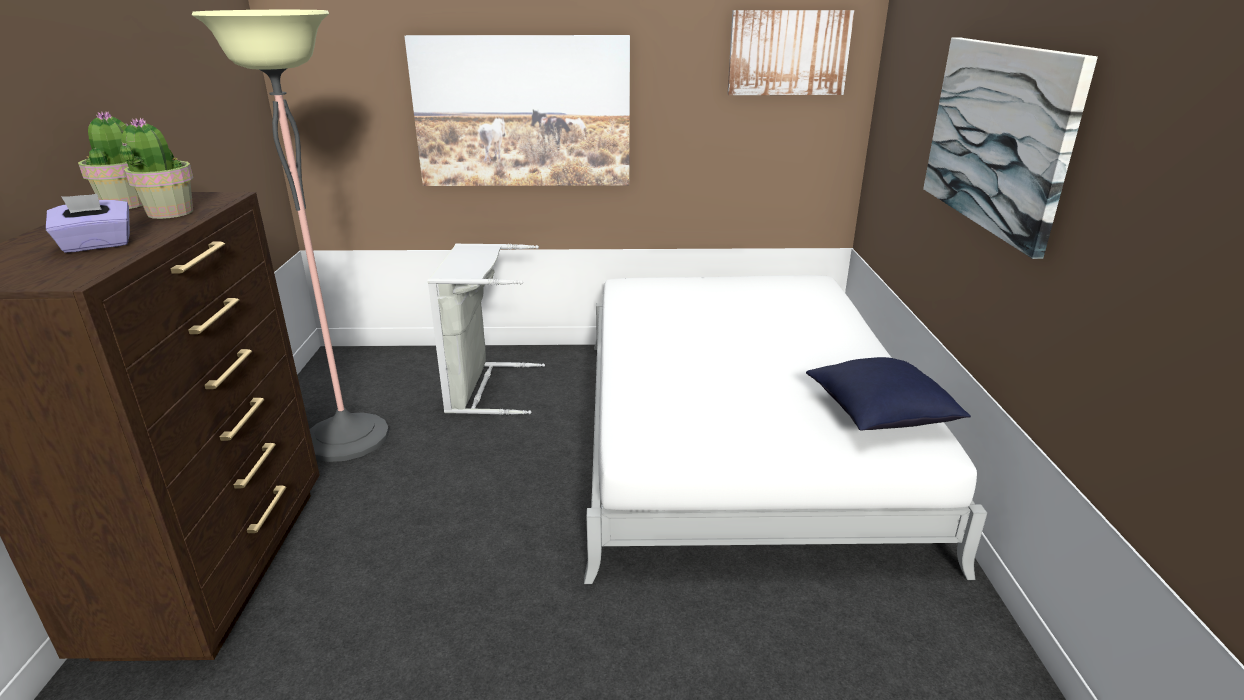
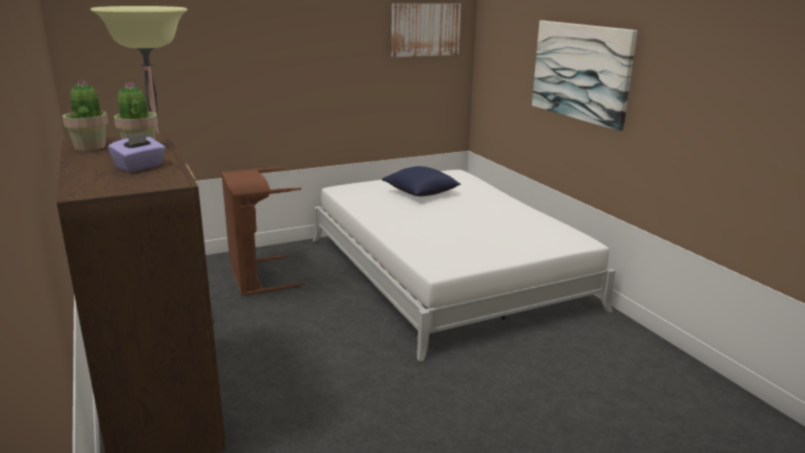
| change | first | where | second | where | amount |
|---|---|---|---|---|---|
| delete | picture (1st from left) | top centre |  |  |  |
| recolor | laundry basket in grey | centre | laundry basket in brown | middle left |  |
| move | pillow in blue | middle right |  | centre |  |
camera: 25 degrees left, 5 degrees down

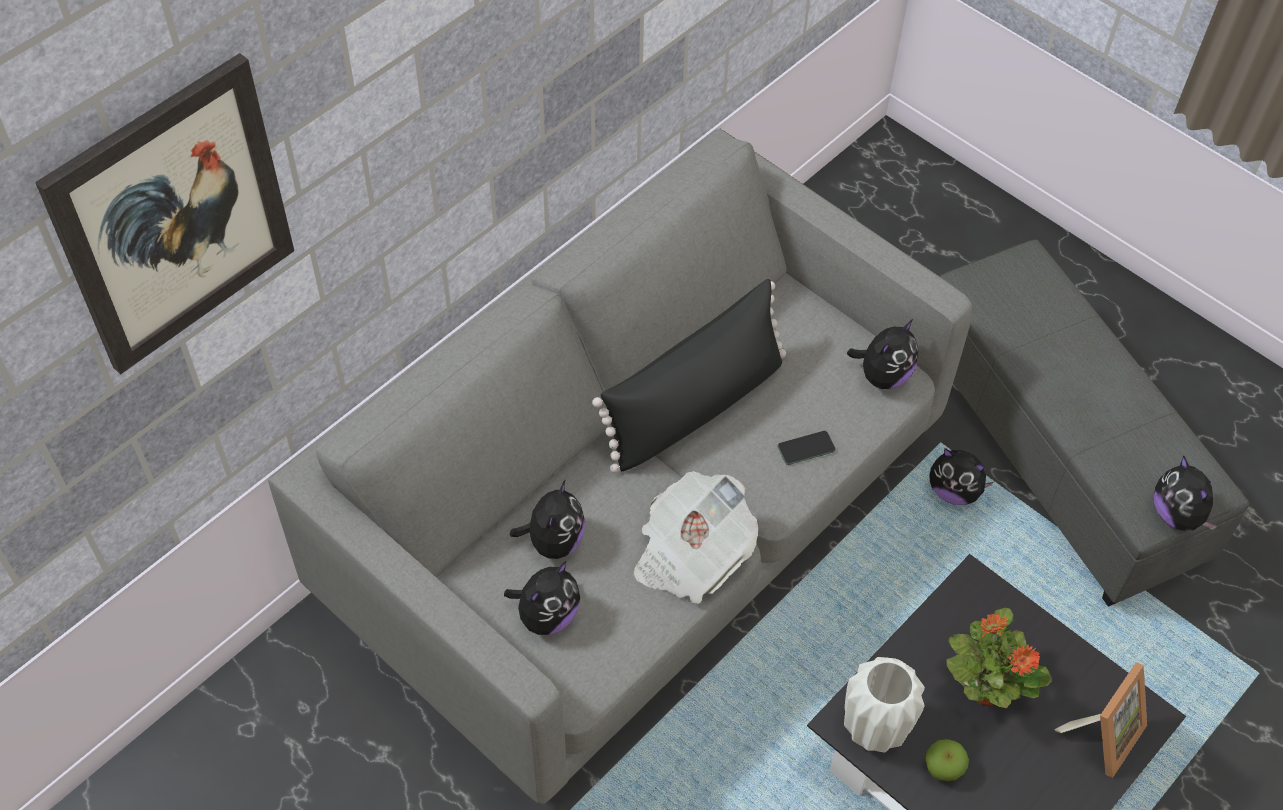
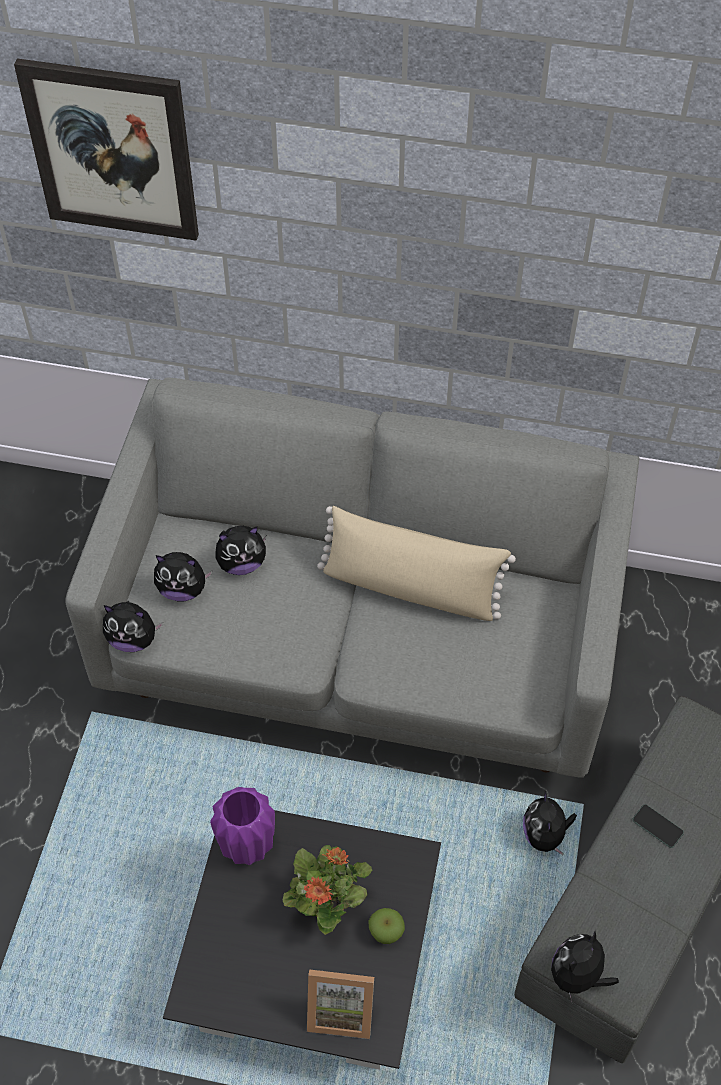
| change | first | where | second | where | amount |
|---|---|---|---|---|---|
| recolor | pillow in black | centre | pillow in beige | centre |  |
| move | plush toy (3rd from left in the first image) | middle right | plush toy (1st from left) | middle left |  |
| move | phone | centre |  | bottom right |  |
| delete | newspaper | centre |  |  |  |
| recolor | vase in white | bottom right | vase in purple | bottom centre |  |
| move | apple | bottom right |  | bottom centre |  |
camera: 60 degrees right, 0 degrees up

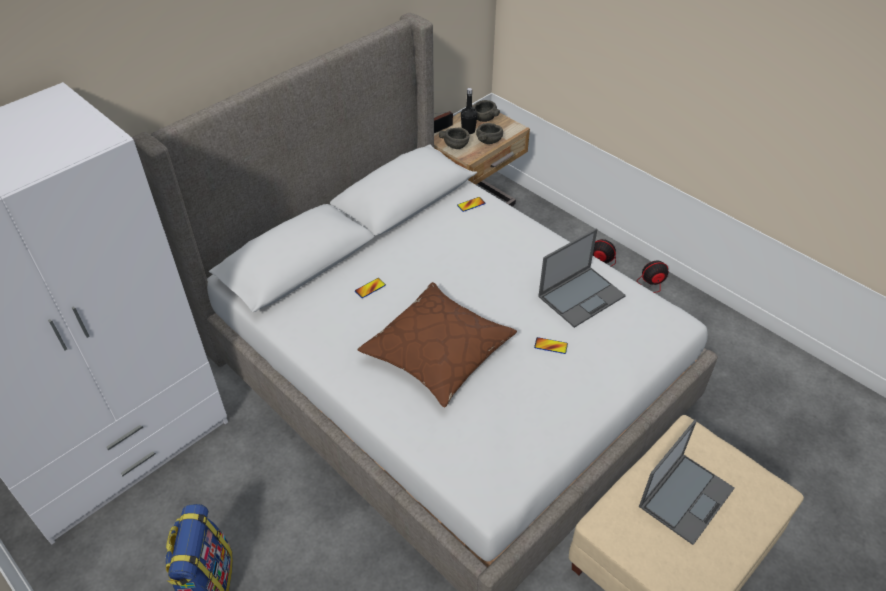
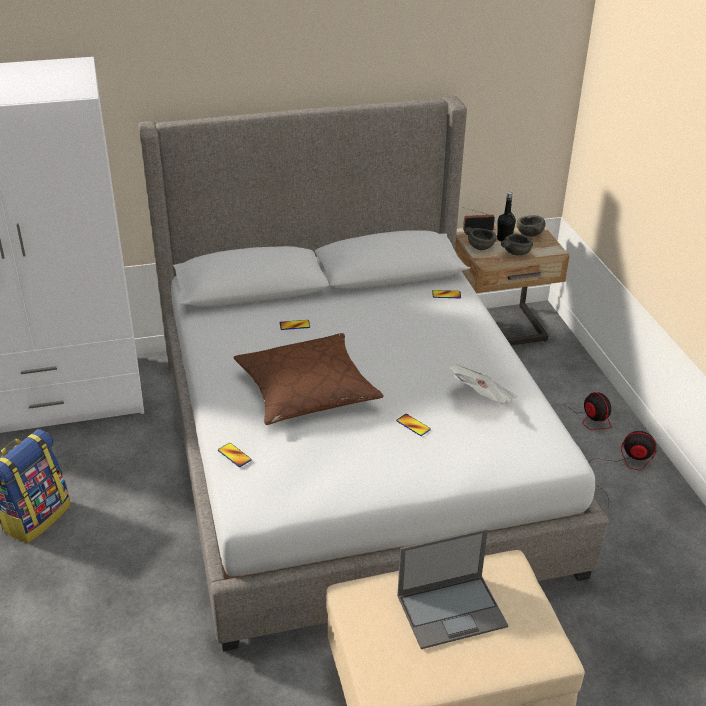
| change | first | where | second | where | amount |
|---|---|---|---|---|---|
| replace | laptop (1st from left) | centre | newspaper | middle right |  |
| insert |  |  | phone (1st from left) | middle left |  |
camera: 30 degrees right, 10 degrees down

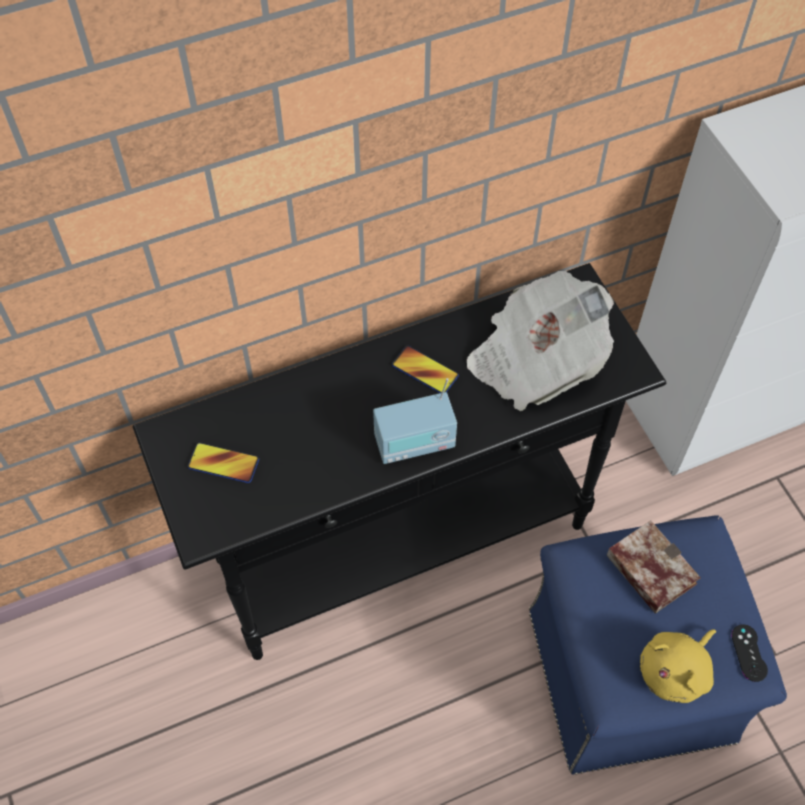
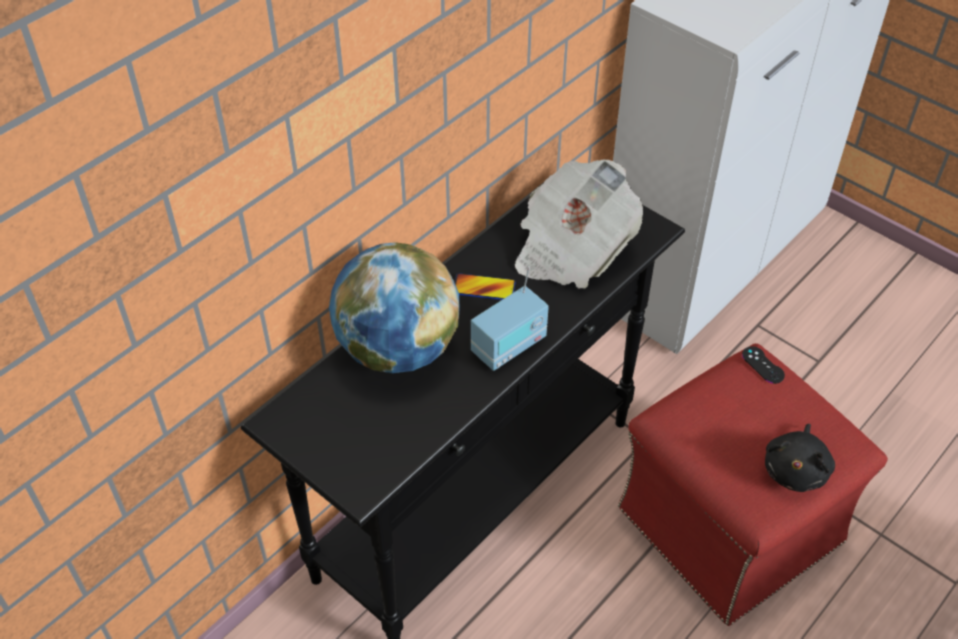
| change | first | where | second | where | amount |
|---|---|---|---|---|---|
| delete | phone (1st from left) | middle left |  |  |  |
| recolor | ottoman in blue | bottom right | ottoman in red | bottom right |  |
| delete | book | bottom right |  |  |  |
| move | game controller in black | bottom right |  | middle right |  |
| recolor | plush toy in yellow | bottom right | plush toy in black | bottom right |  |
| insert |  |  | globe | centre |  |
camera: 25 degrees left, 10 degrees down

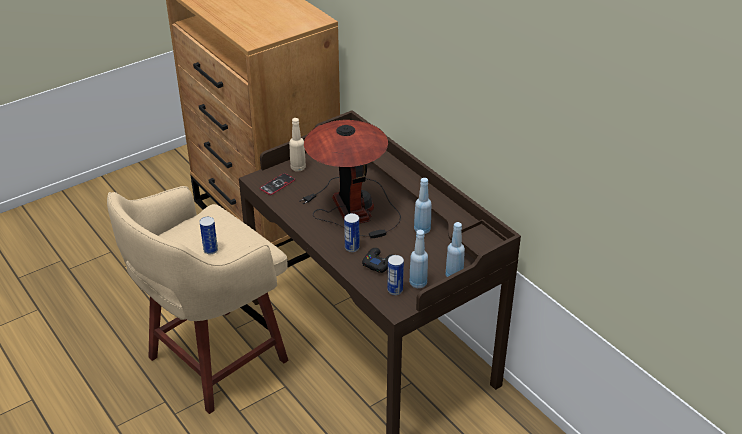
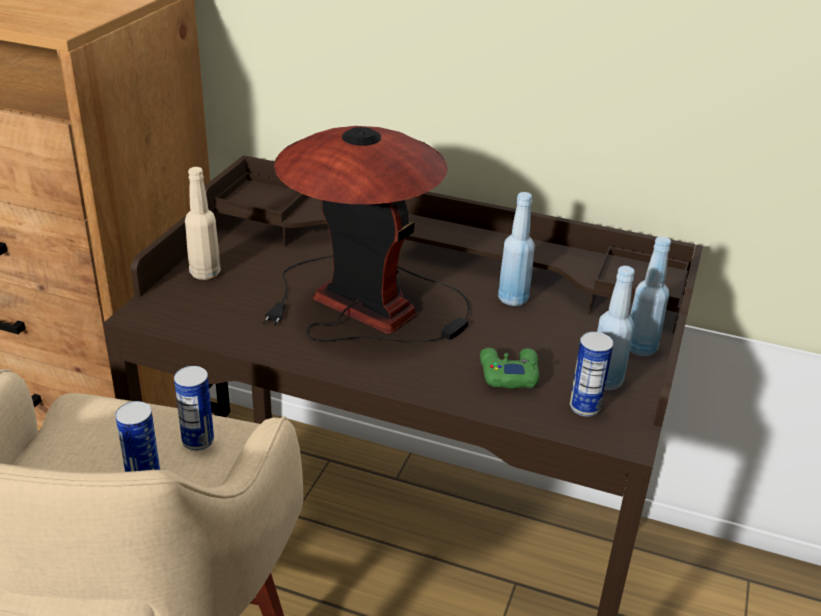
| change | first | where | second | where | amount |
|---|---|---|---|---|---|
| delete | phone | centre |  |  |  |
| move | can (2nd from left) | centre |  | middle left |  |
| recolor | game controller in black | centre | game controller in green | centre |  |
camera: 35 degrees left, 5 degrees down

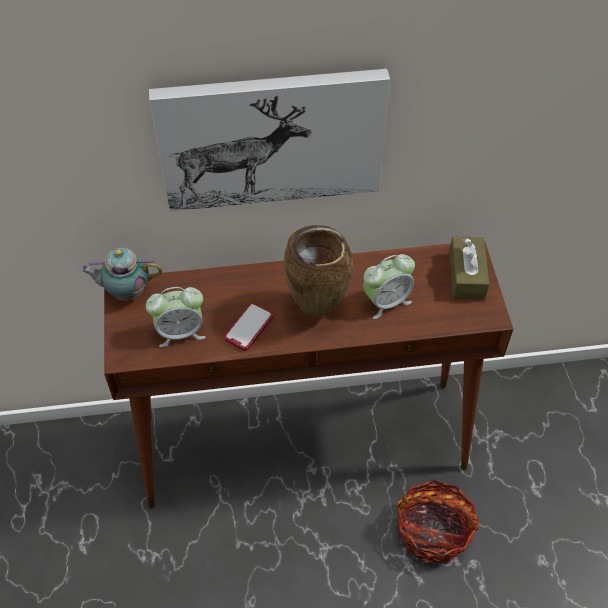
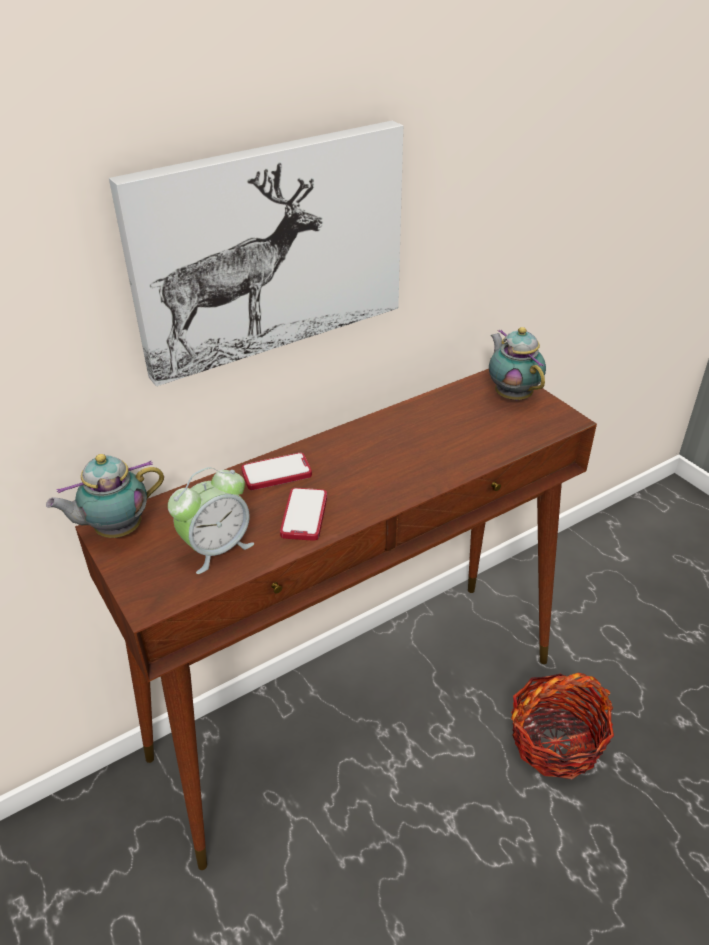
| change | first | where | second | where | amount |
|---|---|---|---|---|---|
| delete | vase in brown | centre |  |  |  |
| replace | tissue box in brown | middle right | teapot (2nd from left) | middle right |  |
| delete | alarm clock (2nd from left) | centre |  |  |  |
| insert |  |  | phone (1st from left) | centre |  |
camera: 25 degrees left, 15 degrees down

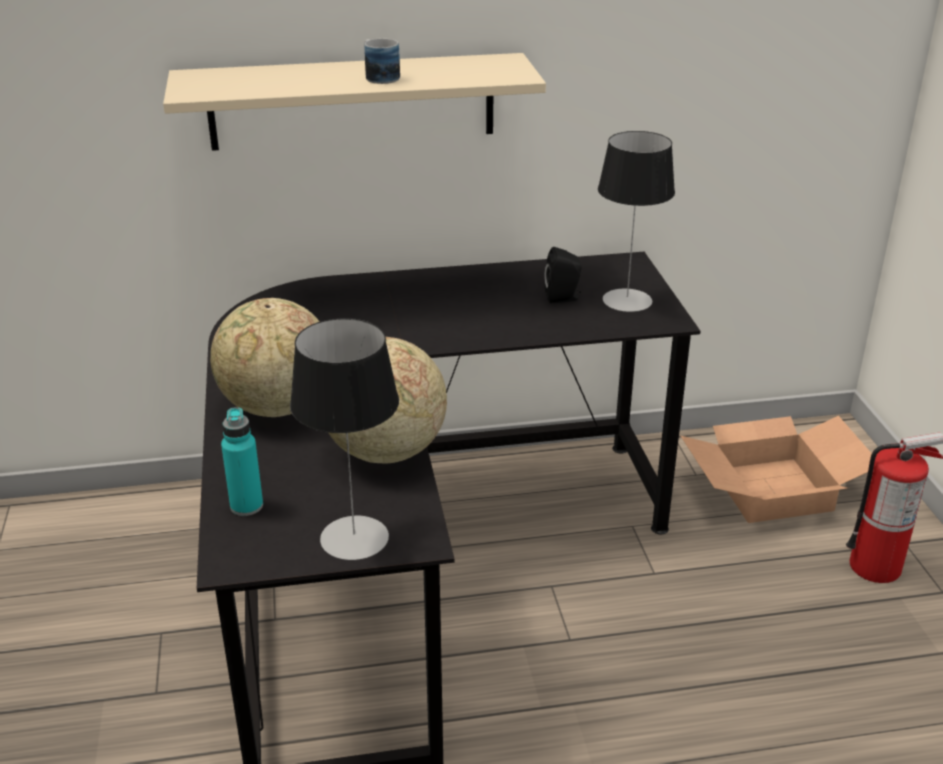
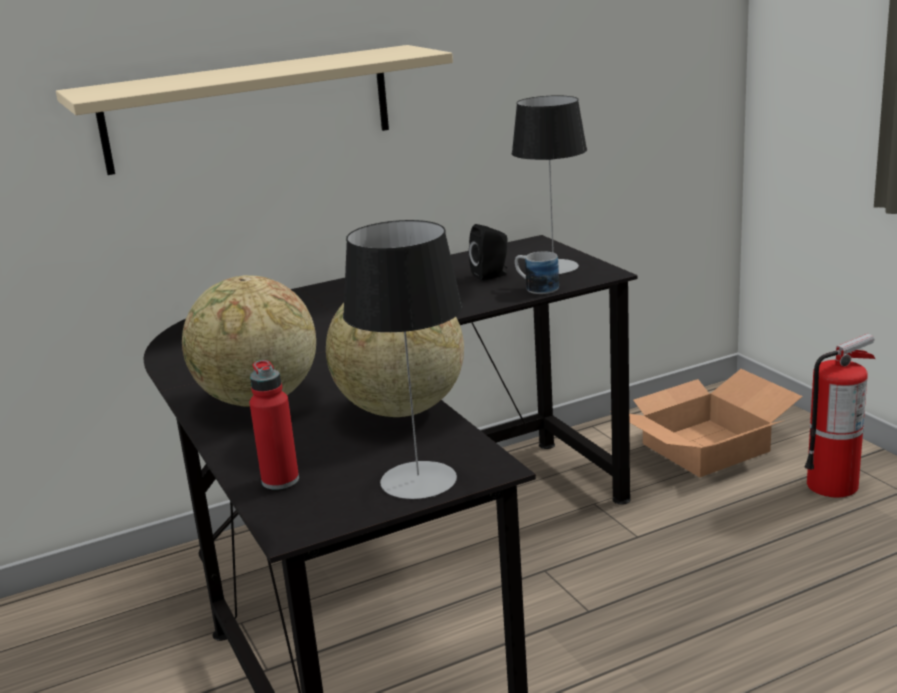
| change | first | where | second | where | amount |
|---|---|---|---|---|---|
| move | mug | top centre |  | centre |  |
| recolor | bottle in turquoise | middle left | bottle in red | middle left |  |
camera: 15 degrees left, 10 degrees down

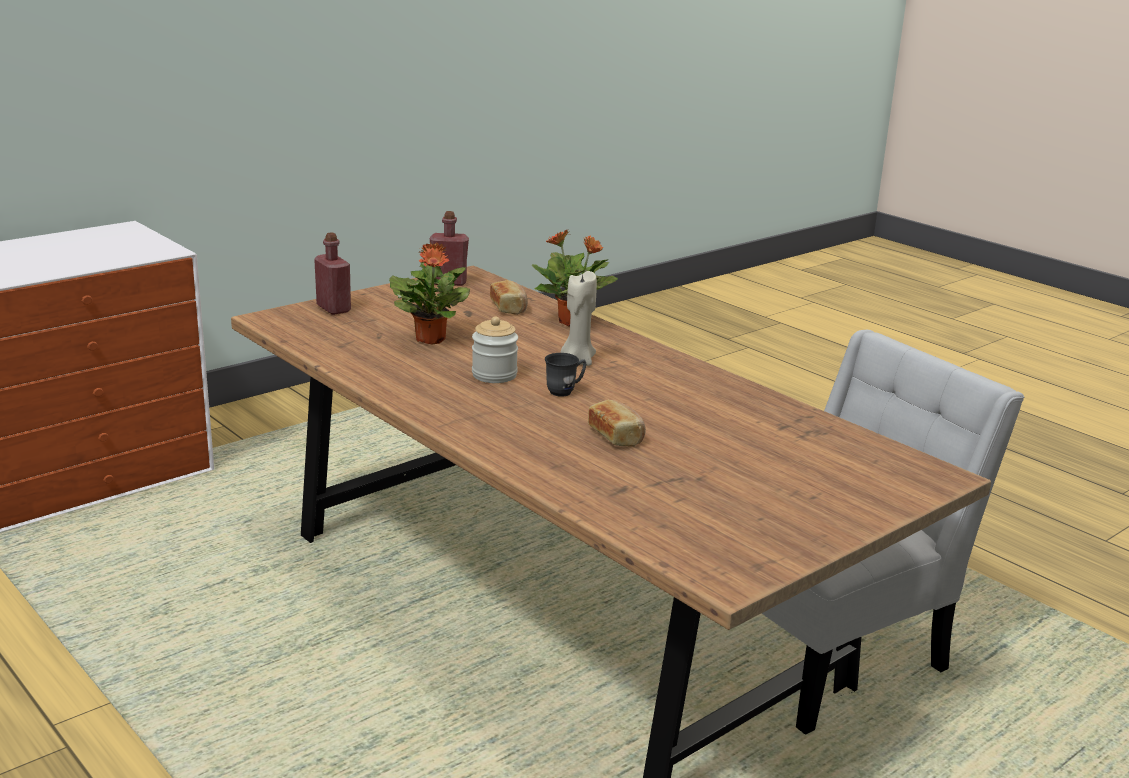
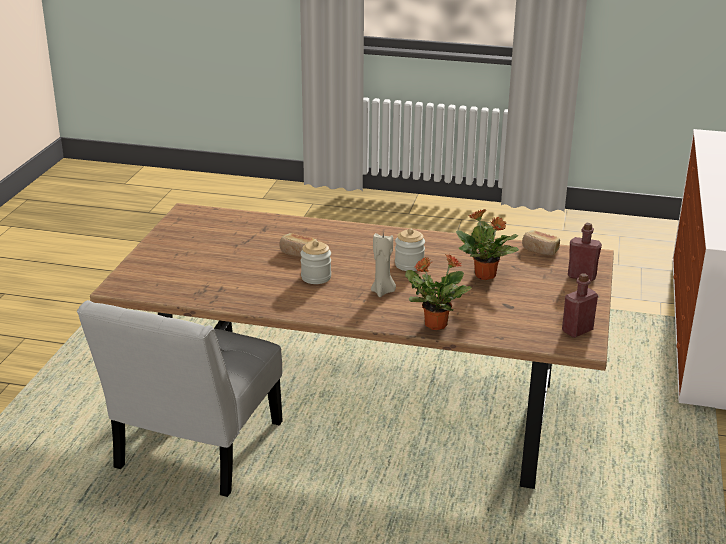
| change | first | where | second | where | amount |
|---|---|---|---|---|---|
| move | bread (1st from left in the first image) | centre | bread (2nd from left) | middle right |  |
| delete | mug in grey | centre |  |  |  |
| insert |  |  | jar (1st from left) | centre |  |
camera: 145 degrees right, 5 degrees up

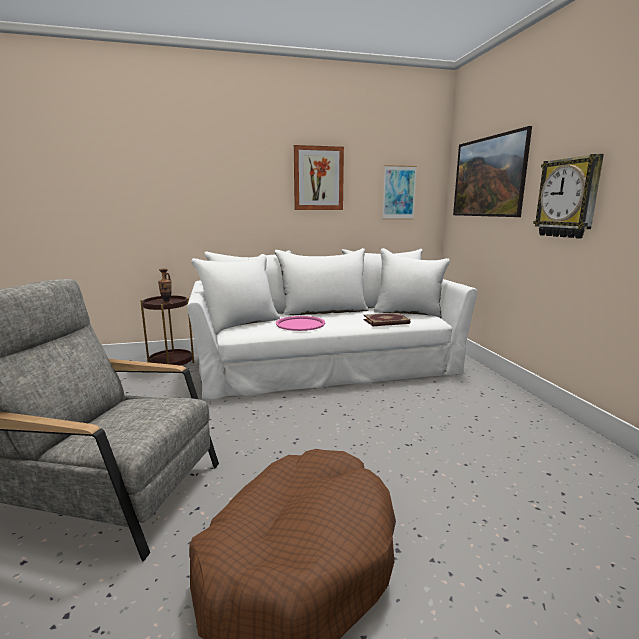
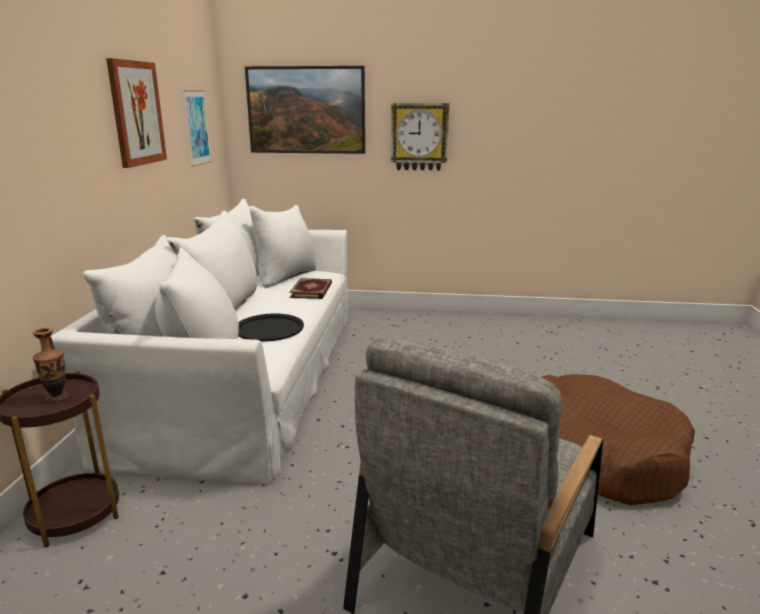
| change | first | where | second | where | amount |
|---|---|---|---|---|---|
| recolor | tray in pink | centre | tray in black | centre |  |
camera: 70 degrees left, 5 degrees up

